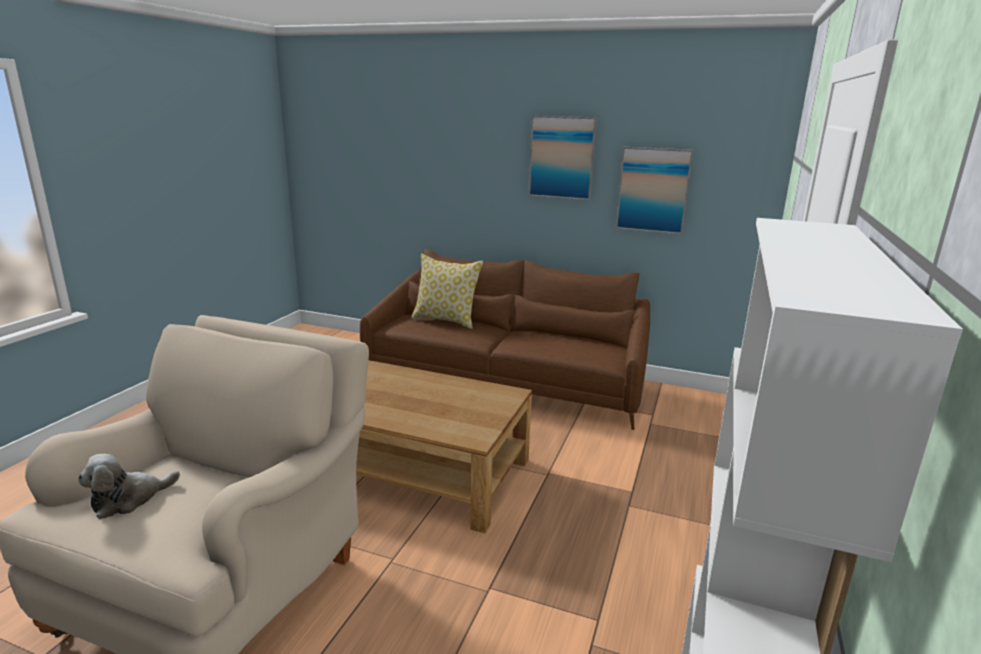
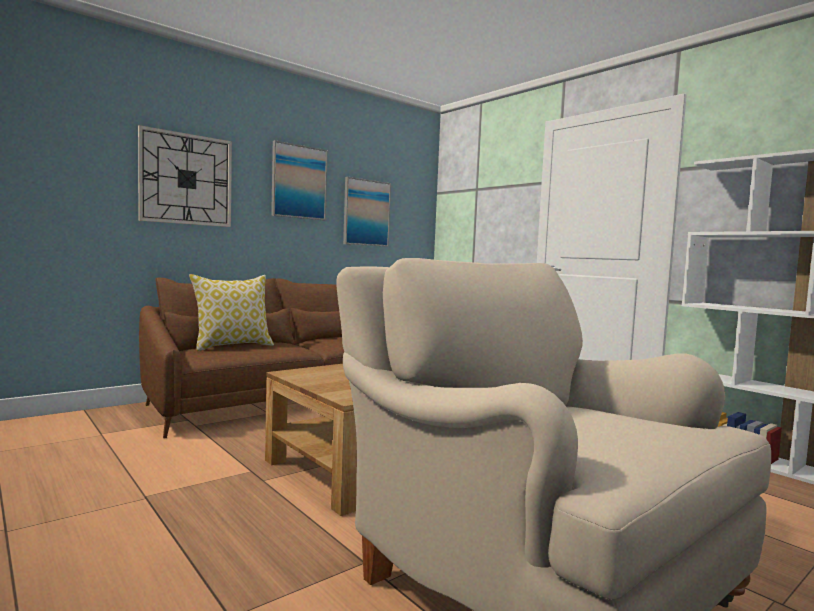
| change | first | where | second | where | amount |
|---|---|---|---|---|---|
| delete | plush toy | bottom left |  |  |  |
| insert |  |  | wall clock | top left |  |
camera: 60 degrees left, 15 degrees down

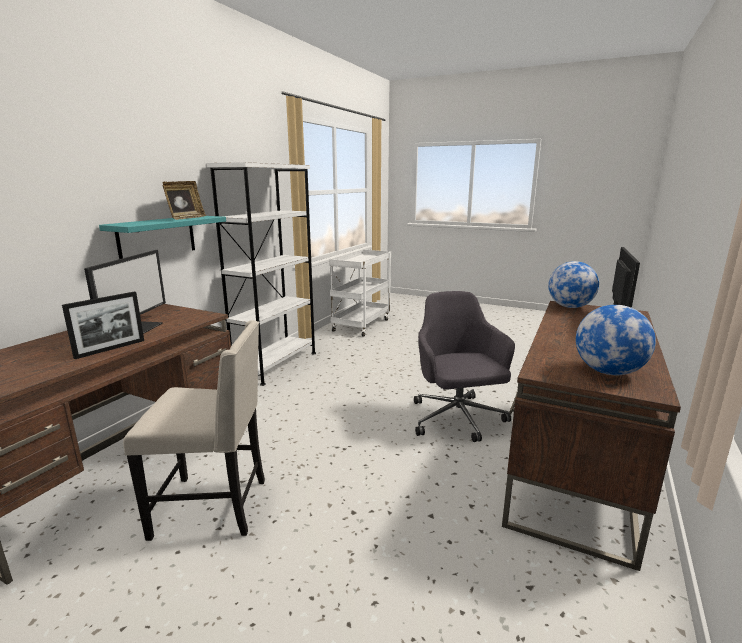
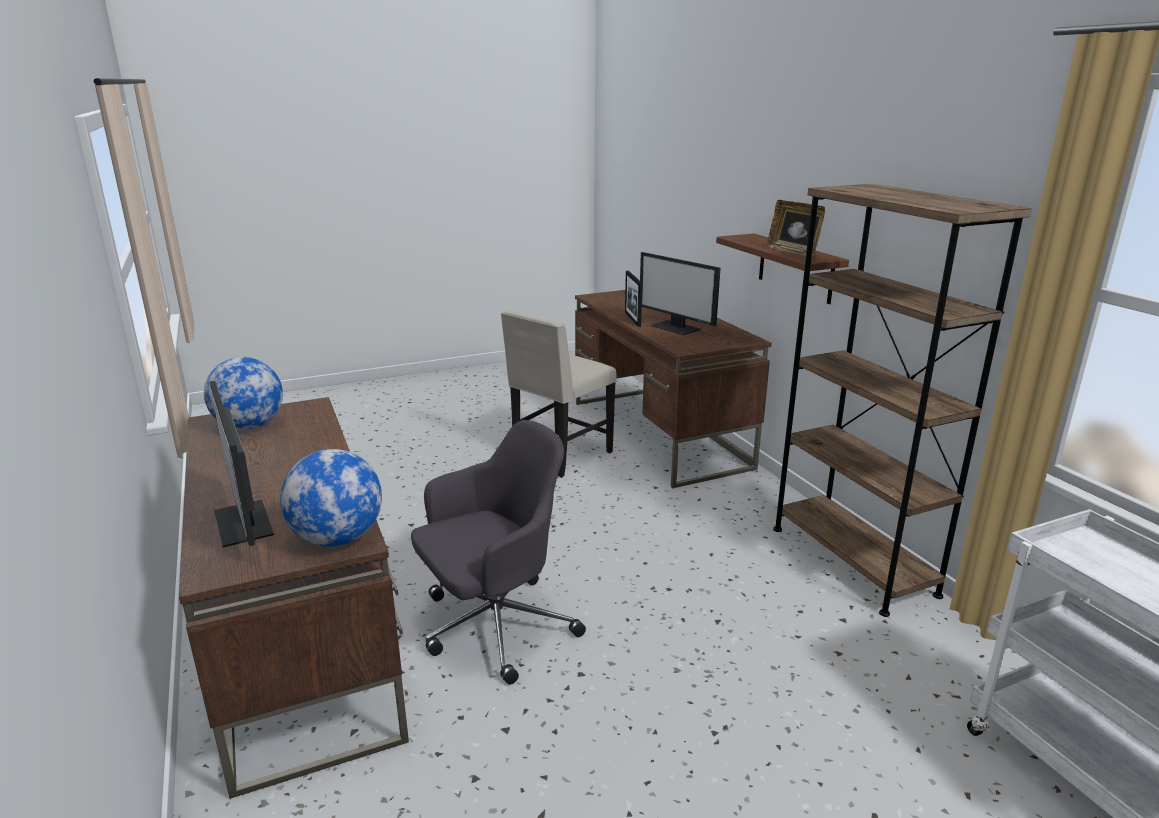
| change | first | where | second | where | amount |
|---|---|---|---|---|---|
| recolor | bookcase in white | centre | bookcase in brown | middle right |  |
| recolor | shelf in turquoise | middle left | shelf in brown | top right |  |
| rotate | office chair in grey | centre |  | bottom centre | 60 degrees counterclockwise |
camera: 130 degrees right, 5 degrees up

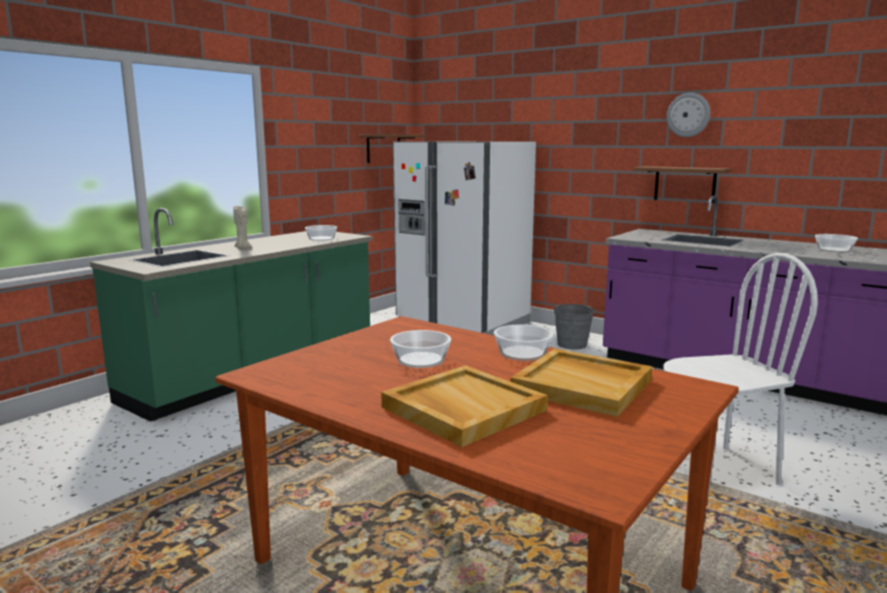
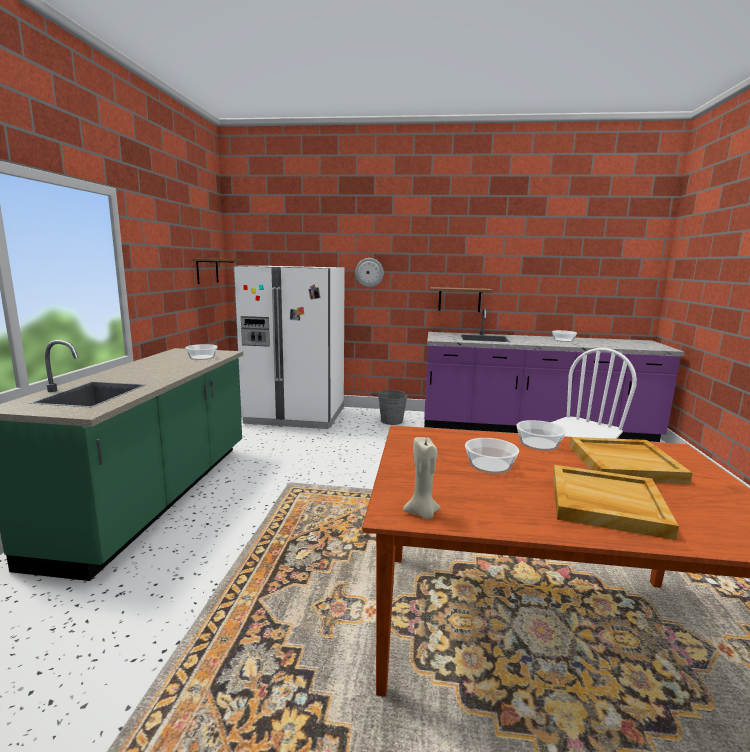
| change | first | where | second | where | amount |
|---|---|---|---|---|---|
| move | wall clock | top right |  | centre |  |
| move | candle in beige | middle left |  | centre |  |
camera: 30 degrees left, 0 degrees up

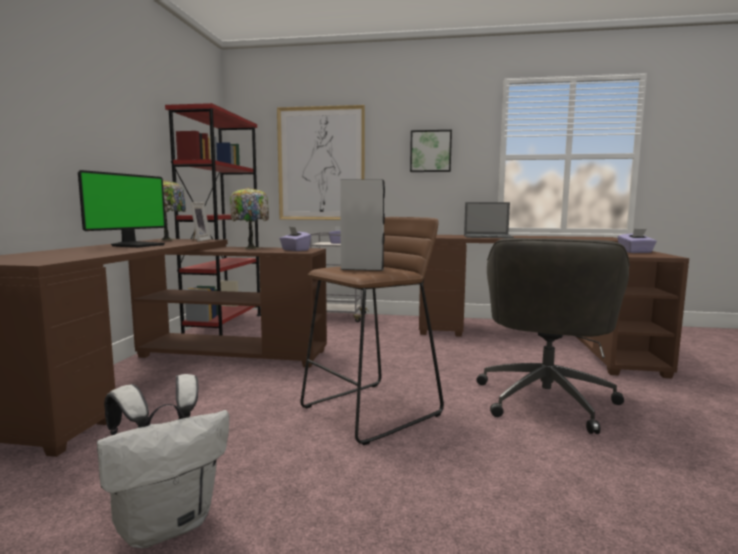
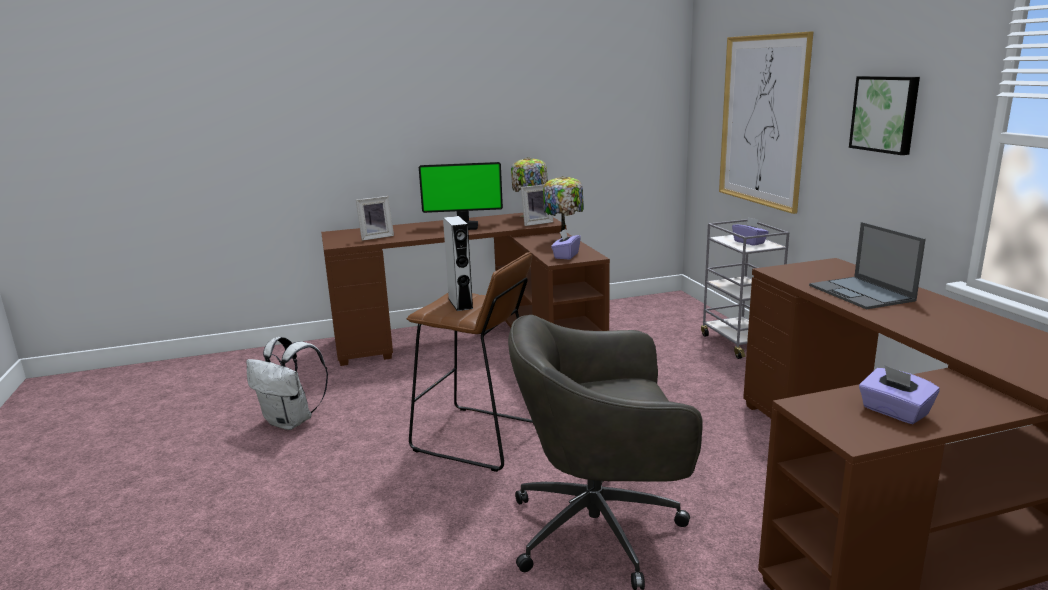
| change | first | where | second | where | amount |
|---|---|---|---|---|---|
| delete | bookcase in red | middle left |  |  |  |
| insert |  |  | picture frame (1st from left) | centre |  |
camera: 65 degrees right, 10 degrees up

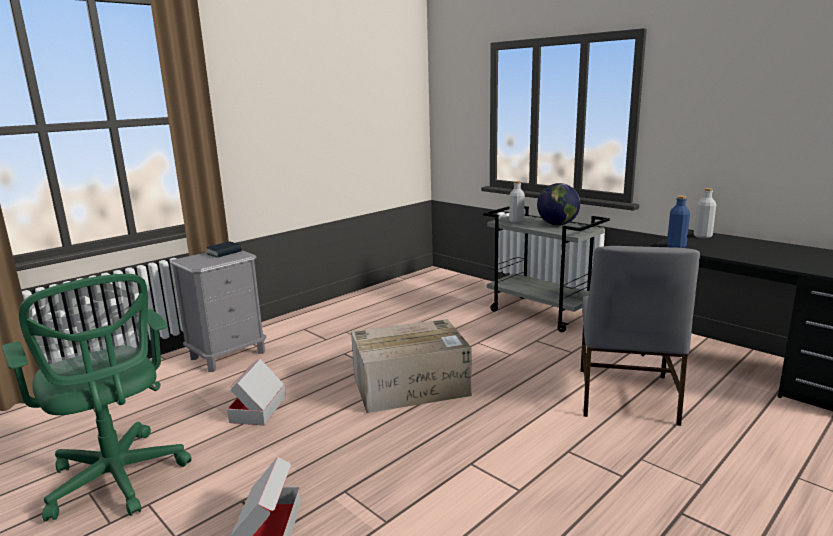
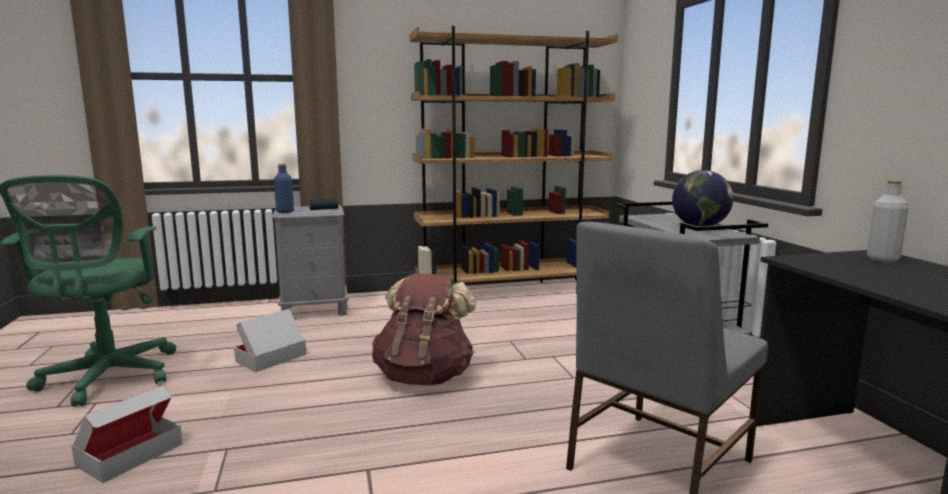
| change | first | where | second | where | amount |
|---|---|---|---|---|---|
| delete | bottle in grey (1st from left) | centre |  |  |  |
| move | bottle in blue | middle right |  | middle left |  |
| replace | cardboard box (3rd from left) | bottom centre | backpack in brown | centre |  |
| insert |  |  | bookcase in brown | top centre |  |
camera: 30 degrees right, 5 degrees down

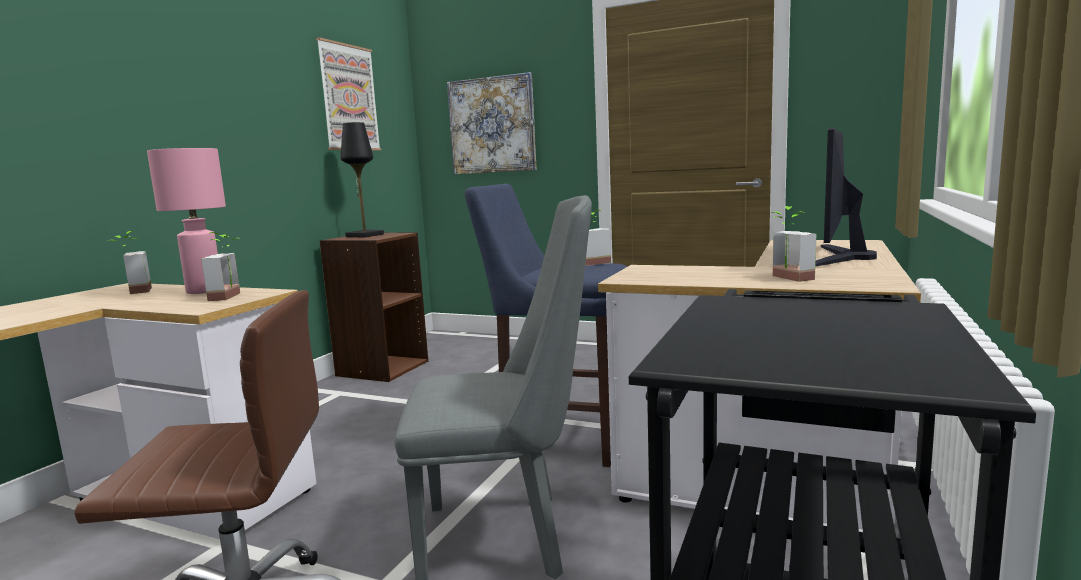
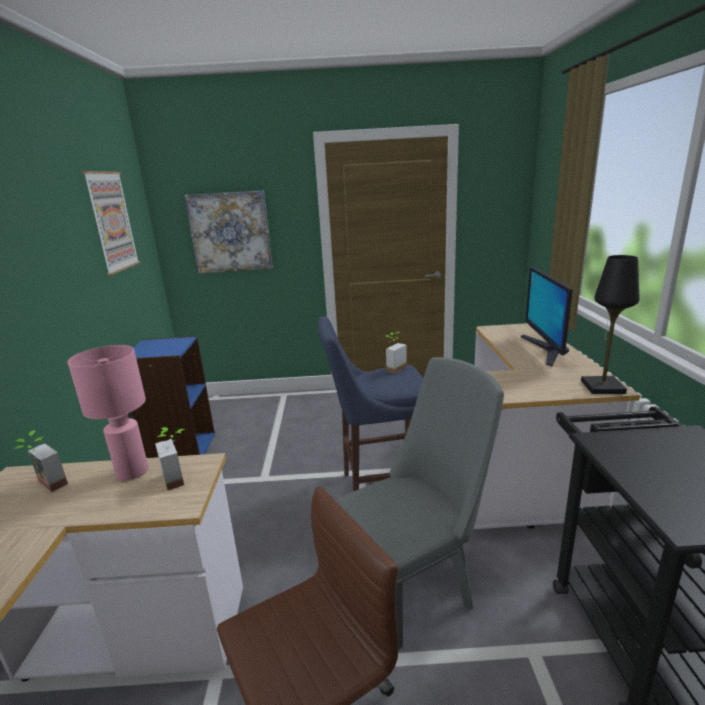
| change | first | where | second | where | amount |
|---|---|---|---|---|---|
| move | table lamp in black | top centre |  | middle right |  |
| delete | potted plant (4th from left) | middle right |  |  |  |
| recolor | bookcase in brown | centre | bookcase in blue | middle left |  |
camera: 25 degrees left, 10 degrees up

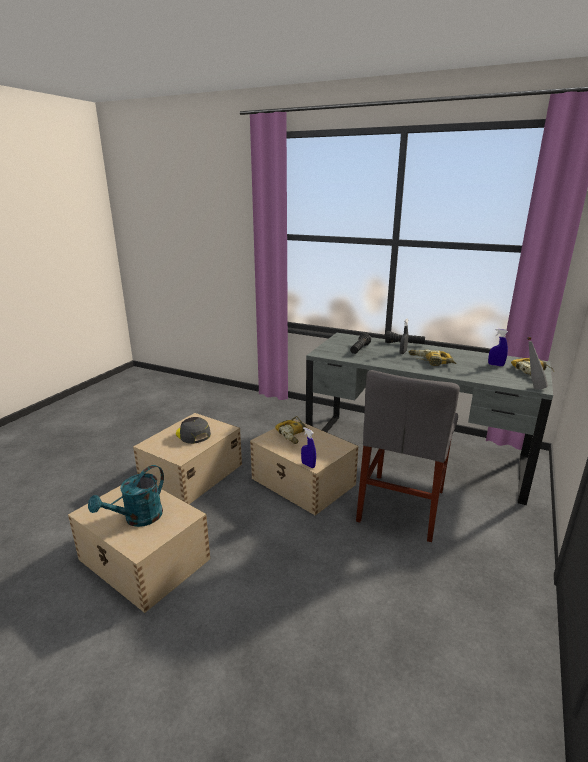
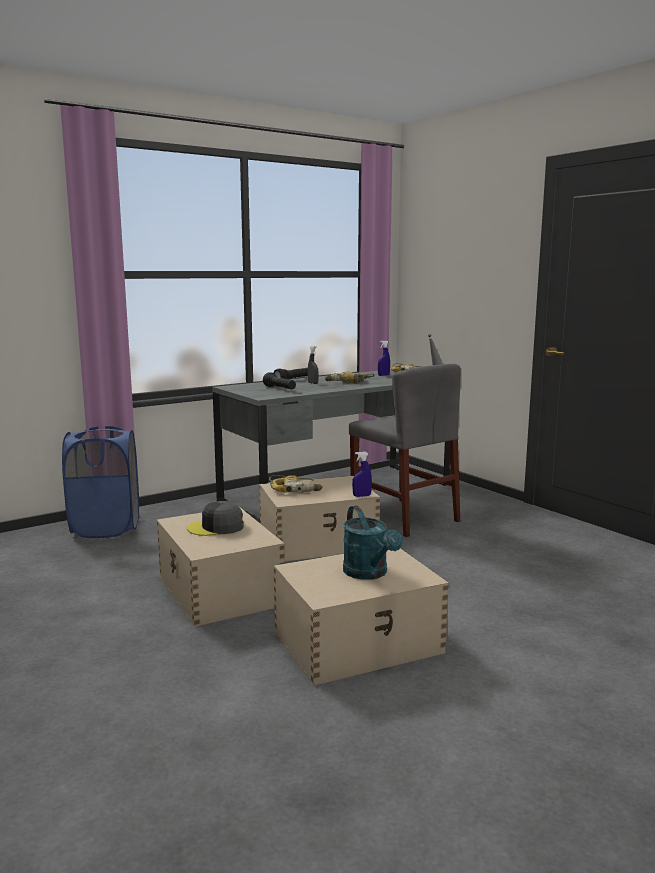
| change | first | where | second | where | amount |
|---|---|---|---|---|---|
| insert |  |  | laundry basket in blue | middle left |  |
camera: 60 degrees left, 10 degrees down

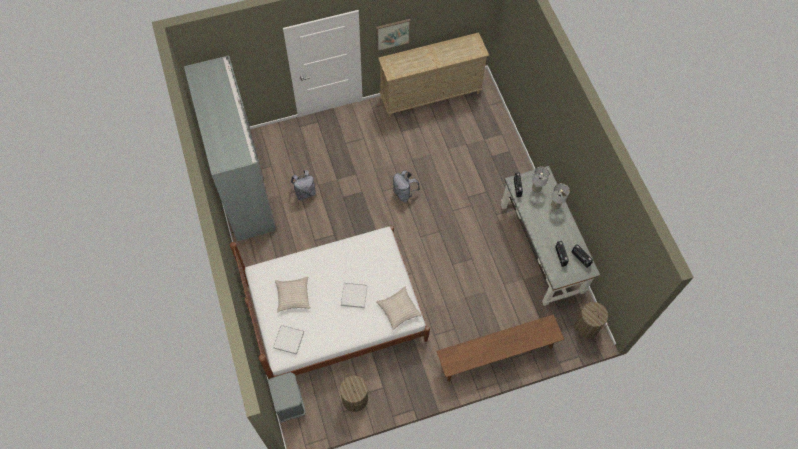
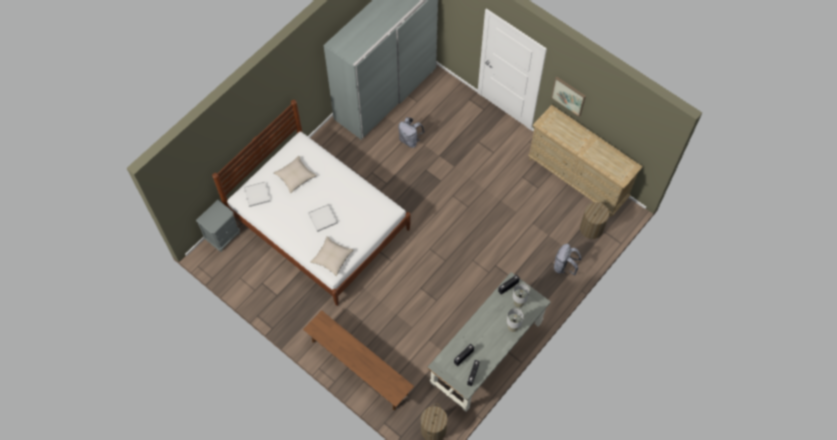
| change | first | where | second | where | amount |
|---|---|---|---|---|---|
| move | backpack in grey (2nd from left) | centre |  | middle right |  |
| move | laundry basket (1st from left in the first image) | bottom centre | laundry basket (2nd from left) | middle right |  |
camera: 60 degrees right, 0 degrees up

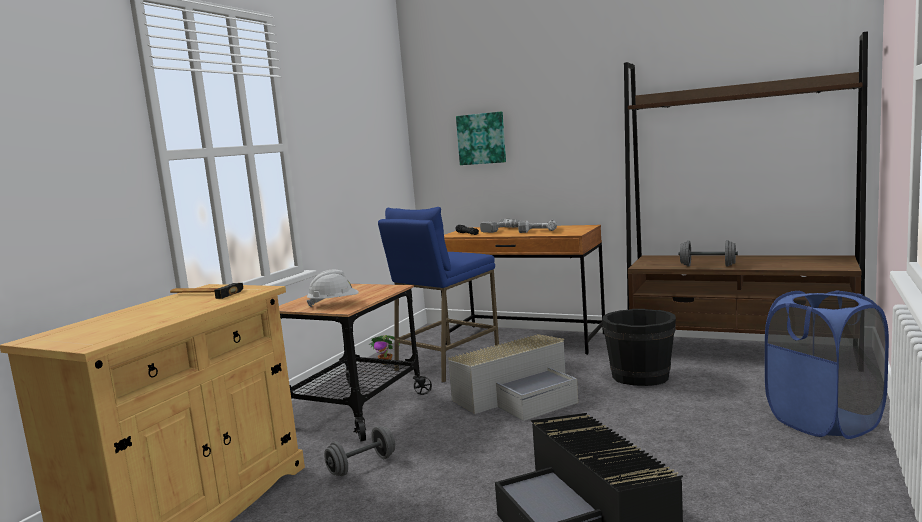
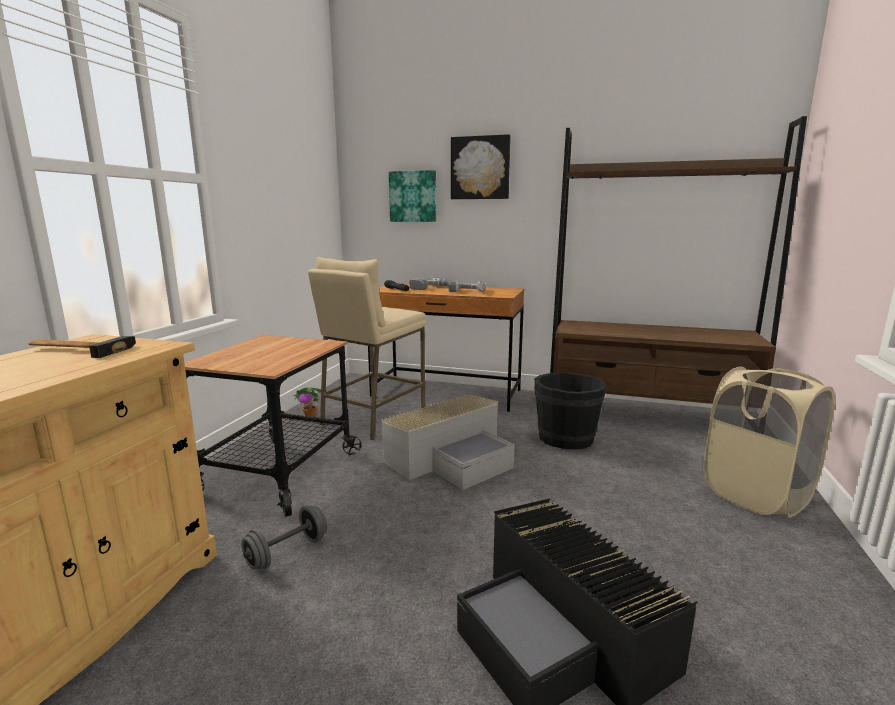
| change | first | where | second | where | amount |
|---|---|---|---|---|---|
| recolor | stool in blue | centre | stool in beige | centre |  |
| delete | dumbbell in grey (2nd from left) | middle right |  |  |  |
| delete | hard hat in white | centre |  |  |  |
| recolor | laundry basket in blue | bottom right | laundry basket in beige | middle right |  |
| insert |  |  | picture (2nd from left) | top centre |  |
camera: 10 degrees left, 5 degrees up

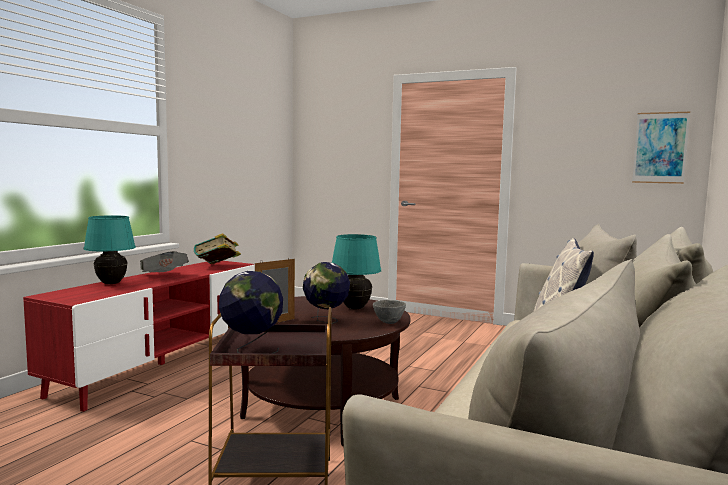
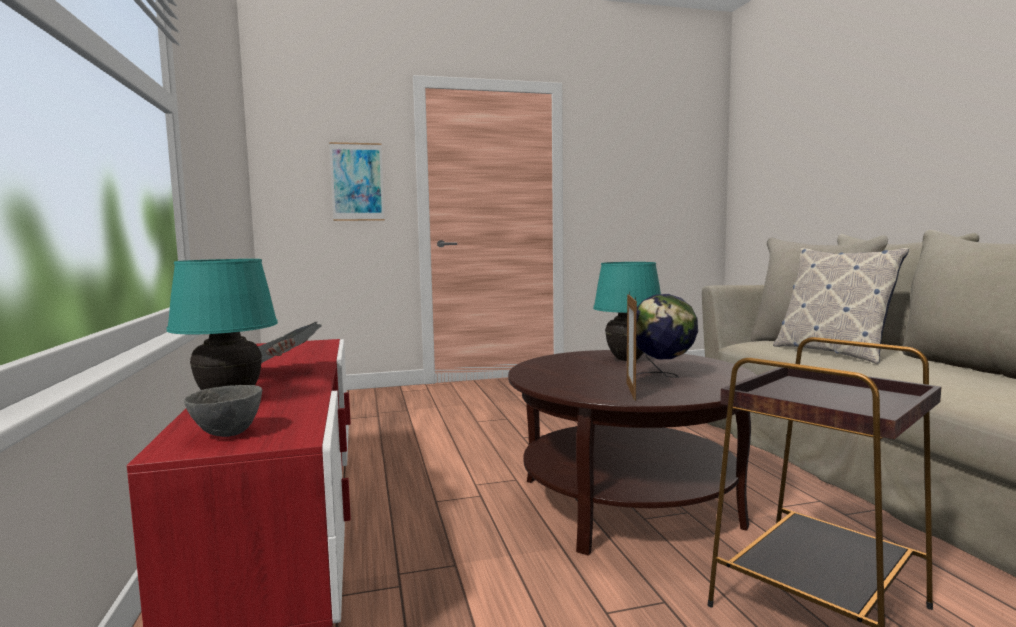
| change | first | where | second | where | amount |
|---|---|---|---|---|---|
| move | picture | top right |  | top centre |  |
| delete | book | middle left |  |  |  |
| delete | globe (1st from left) | centre |  |  |  |
| move | bowl in grey | centre |  | middle left |  |
camera: 40 degrees left, 0 degrees up

